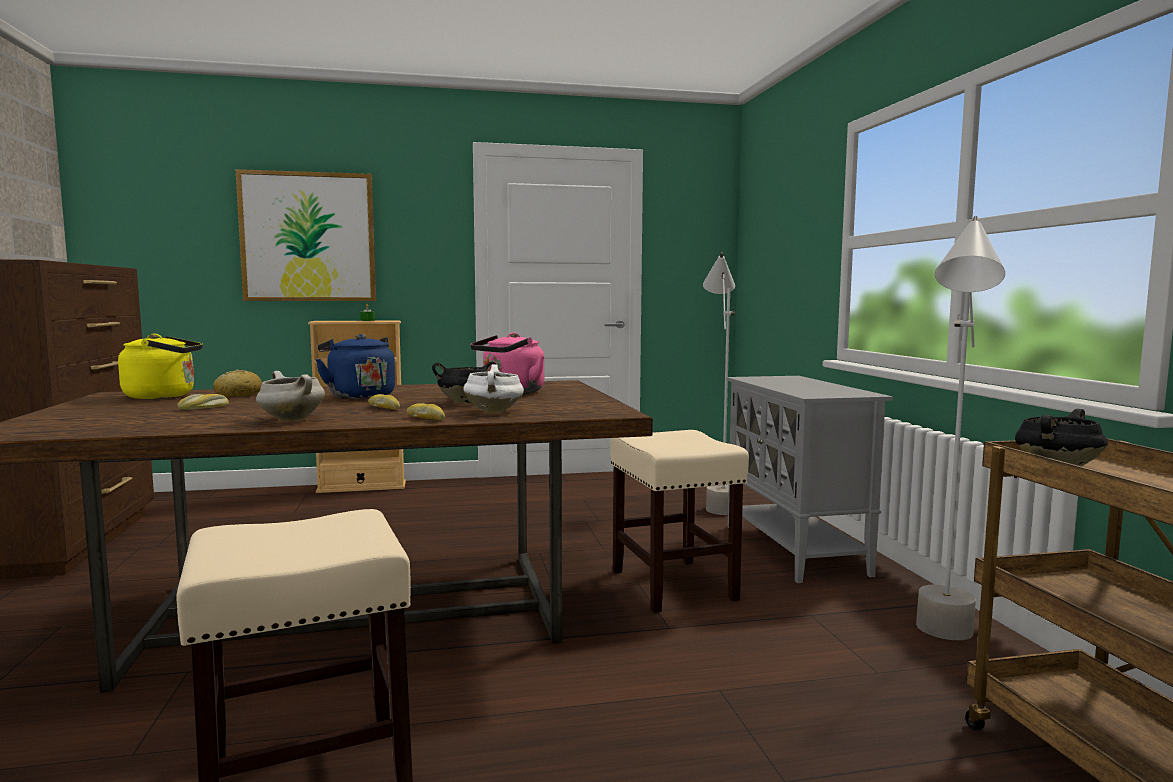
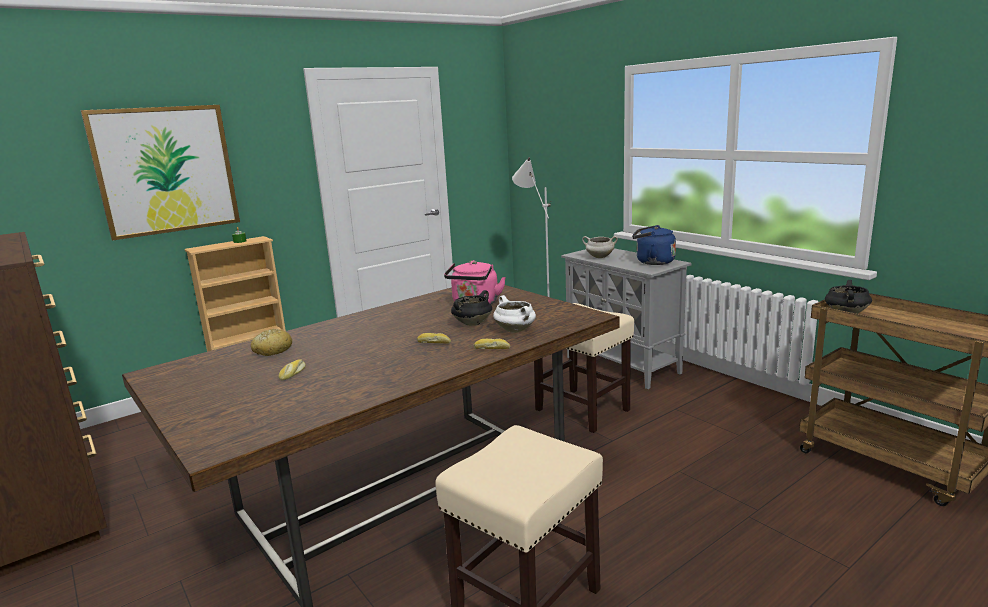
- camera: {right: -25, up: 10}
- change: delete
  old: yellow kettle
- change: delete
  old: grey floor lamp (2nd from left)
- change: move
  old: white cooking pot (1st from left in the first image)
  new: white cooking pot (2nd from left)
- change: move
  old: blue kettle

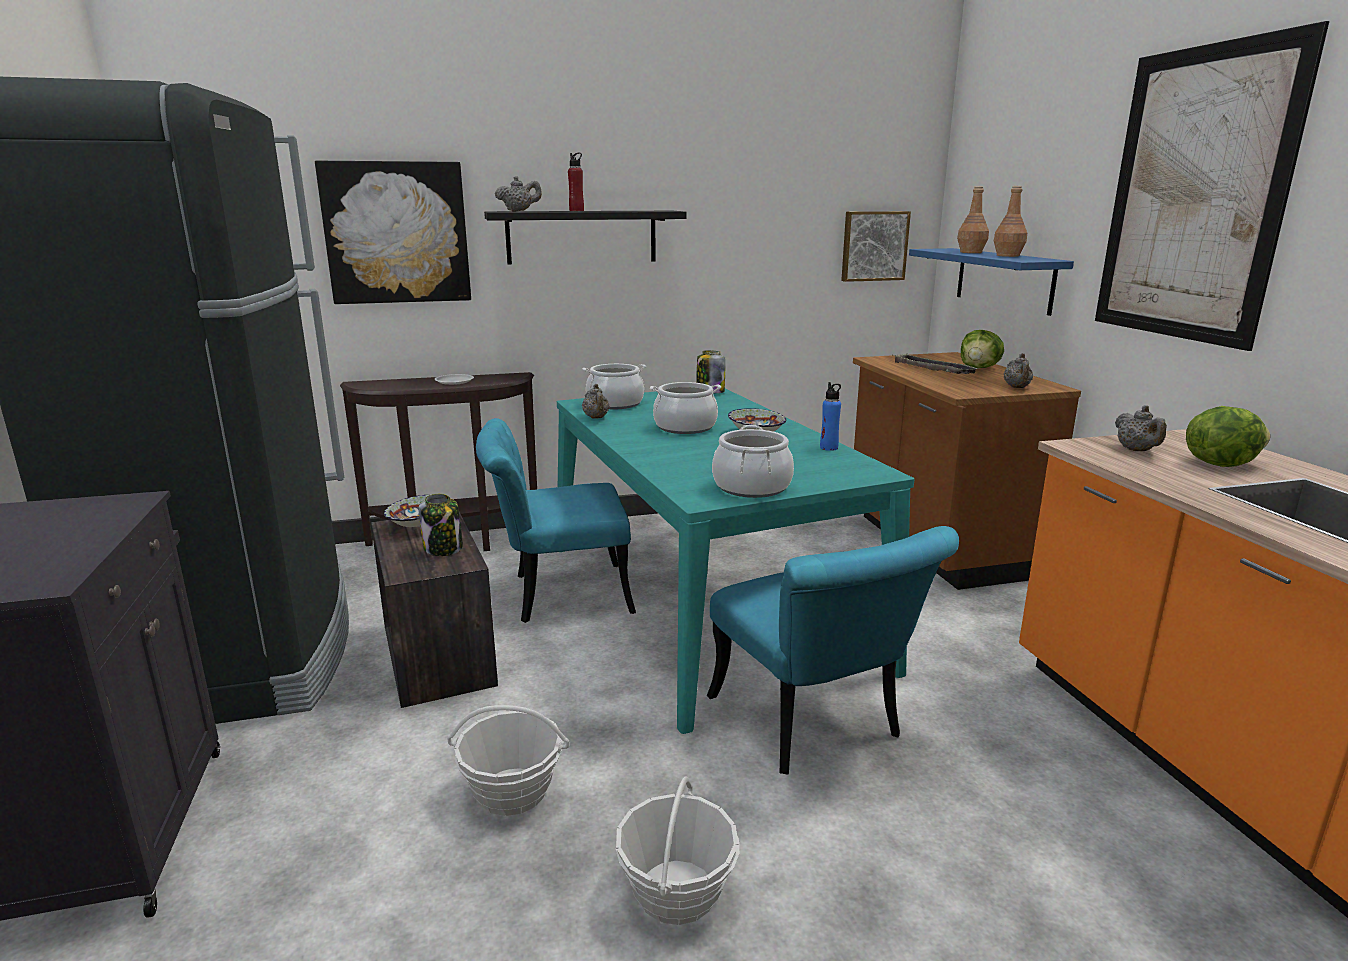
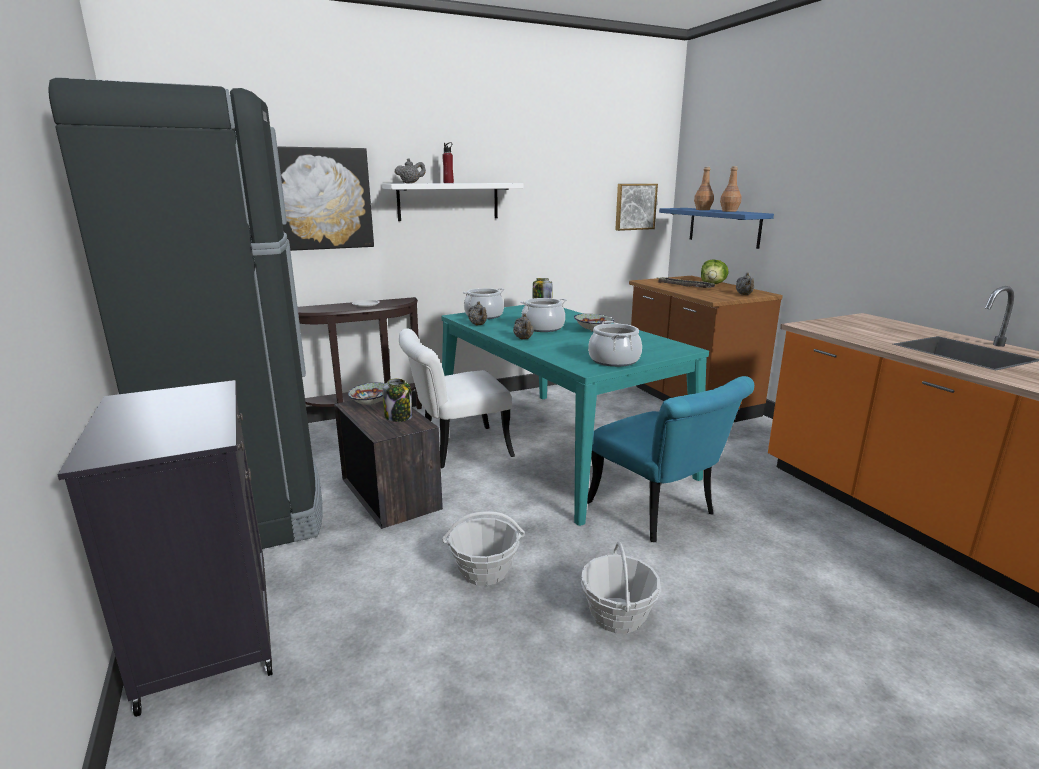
- camera: {right: -10, up: 0}
- change: delete
  old: blue bottle
- change: delete
  old: picture (3rd from left)
- change: delete
  old: lettuce (2nd from left)
- change: move
  old: grey teapot (4th from left in the first image)
  new: grey teapot (3rd from left)
- change: recolor
  old: turquoise chair (1st from left)
  new: white chair
- change: recolor
  old: black shelf
  new: white shelf

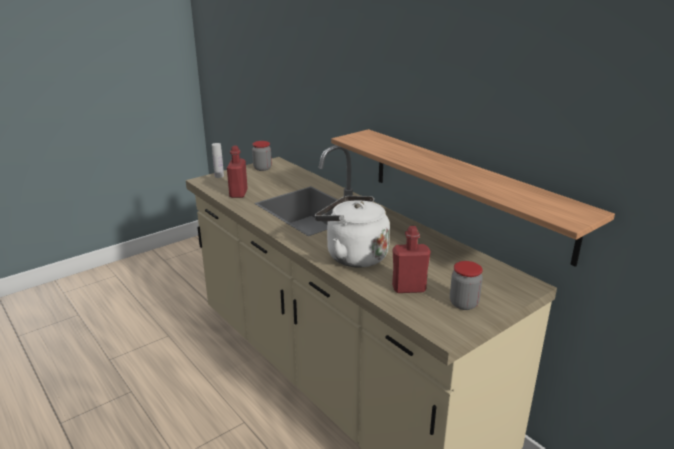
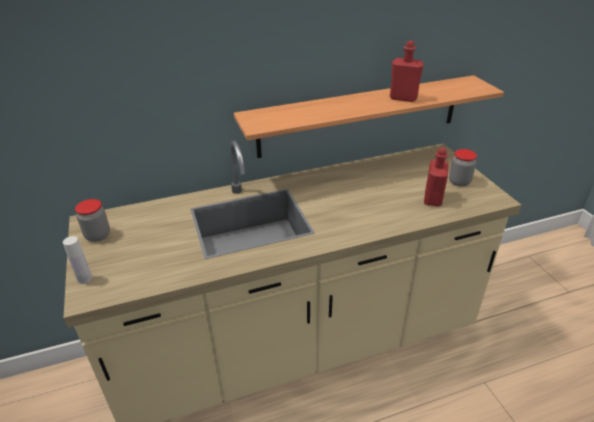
- camera: {right: -70, up: 10}
- change: delete
  old: white kettle
- change: move
  old: red bottle (1st from left)

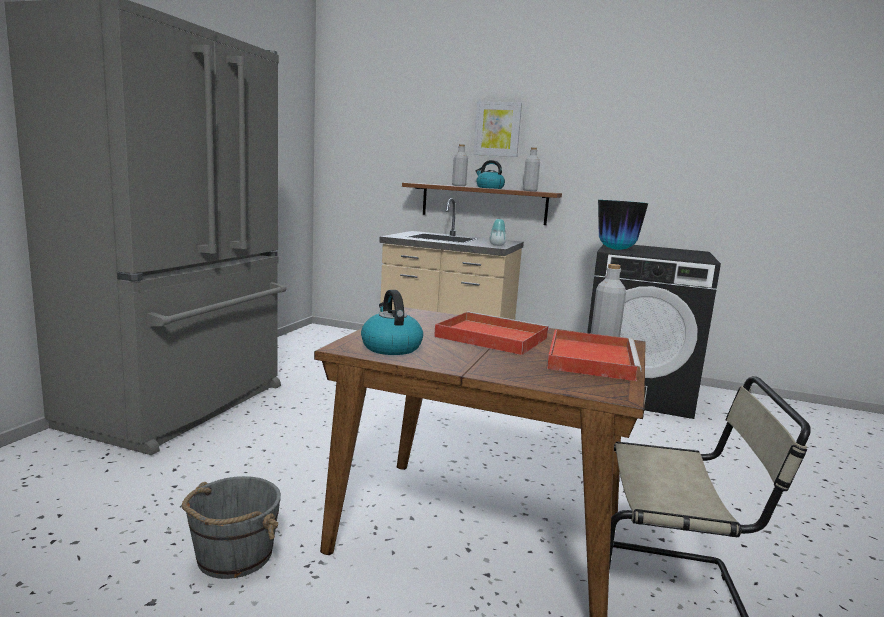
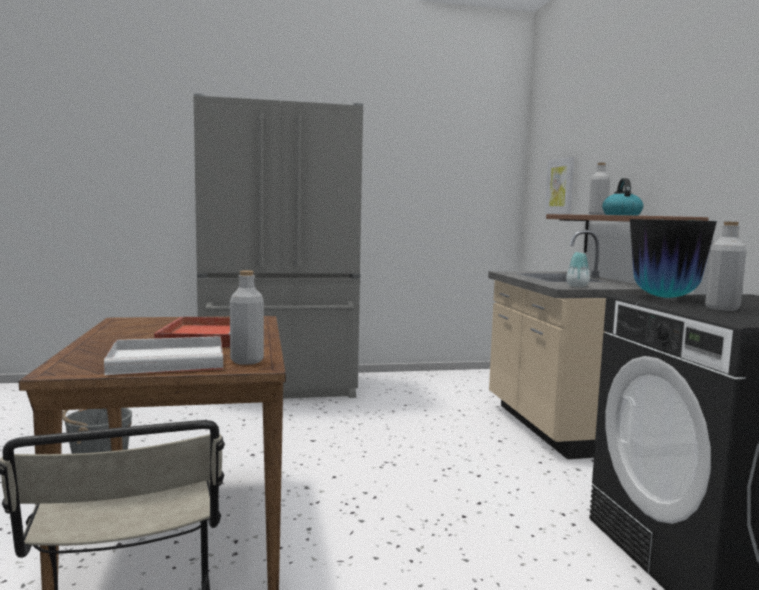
- camera: {right: 60, up: -5}
- change: delete
  old: kettle (1st from left)
- change: move
  old: picture
- change: move
  old: grey bottle (2nd from left in the first image)
  new: grey bottle (3rd from left)
- change: recolor
  old: red tray (2nd from left)
  new: white tray

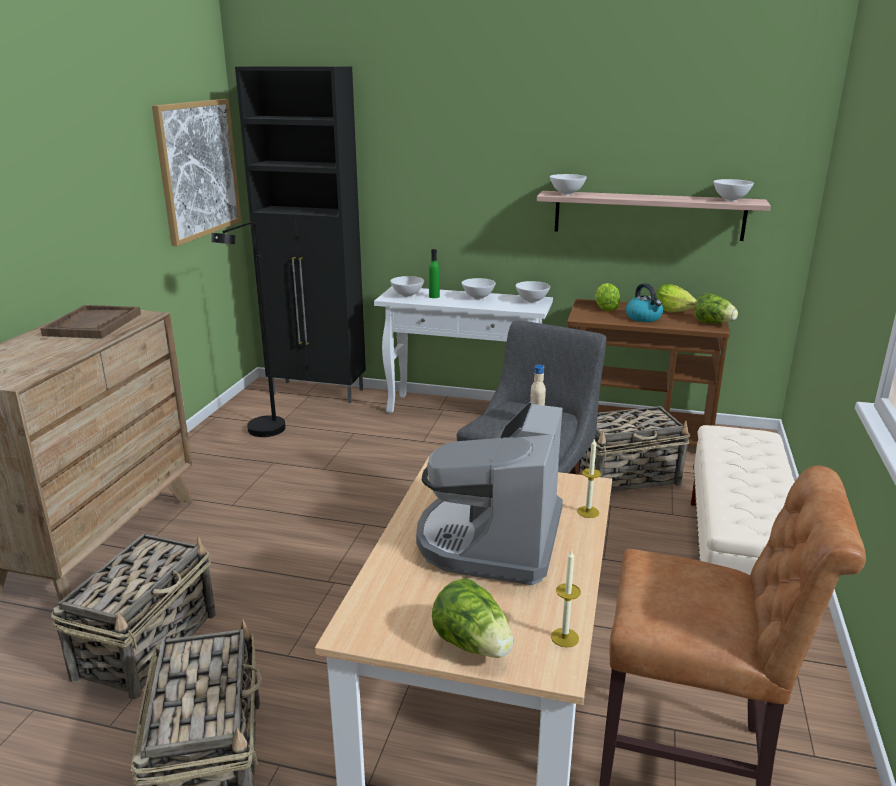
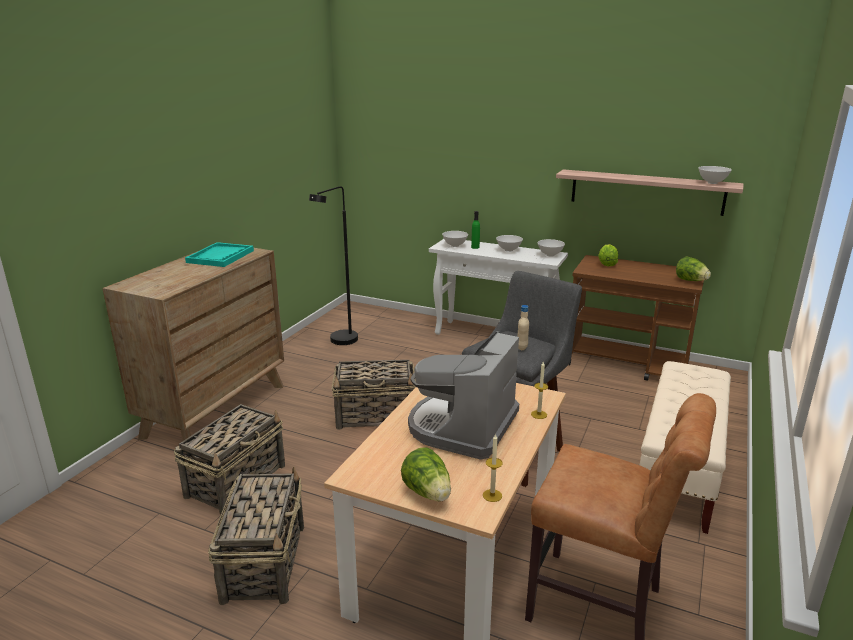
- camera: {right: 10, up: 0}
- change: delete
  old: picture
- change: delete
  old: black cabinet
- change: delete
  old: white bowl (4th from left)
- change: delete
  old: kettle
- change: delete
  old: lettuce (3rd from left)
- change: move
  old: basket (3rd from left)
- change: recolor
  old: brown tray
  new: turquoise tray

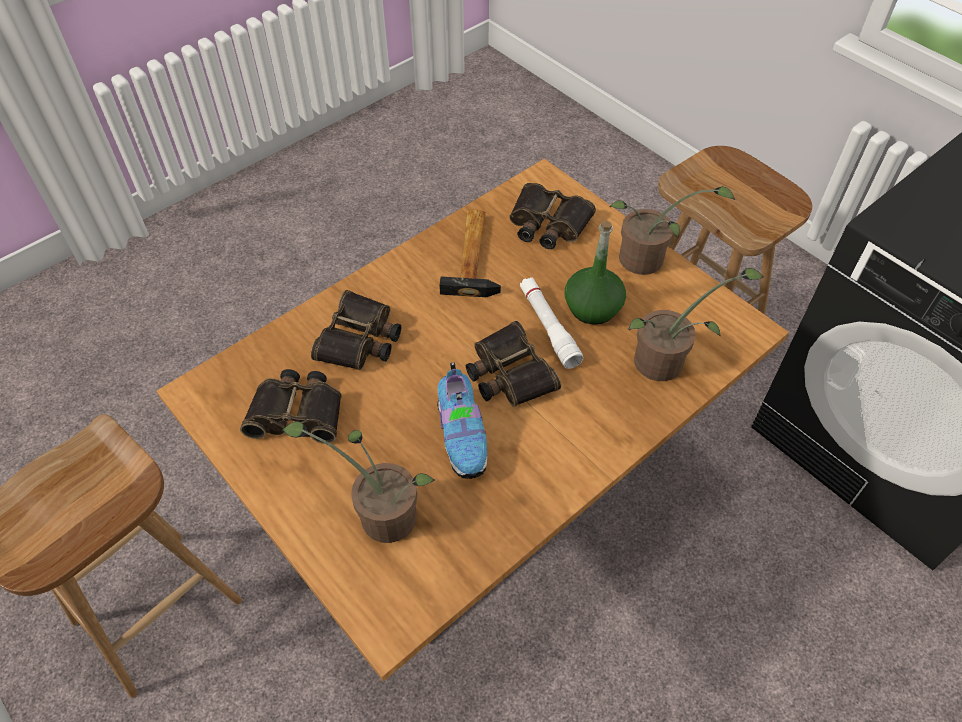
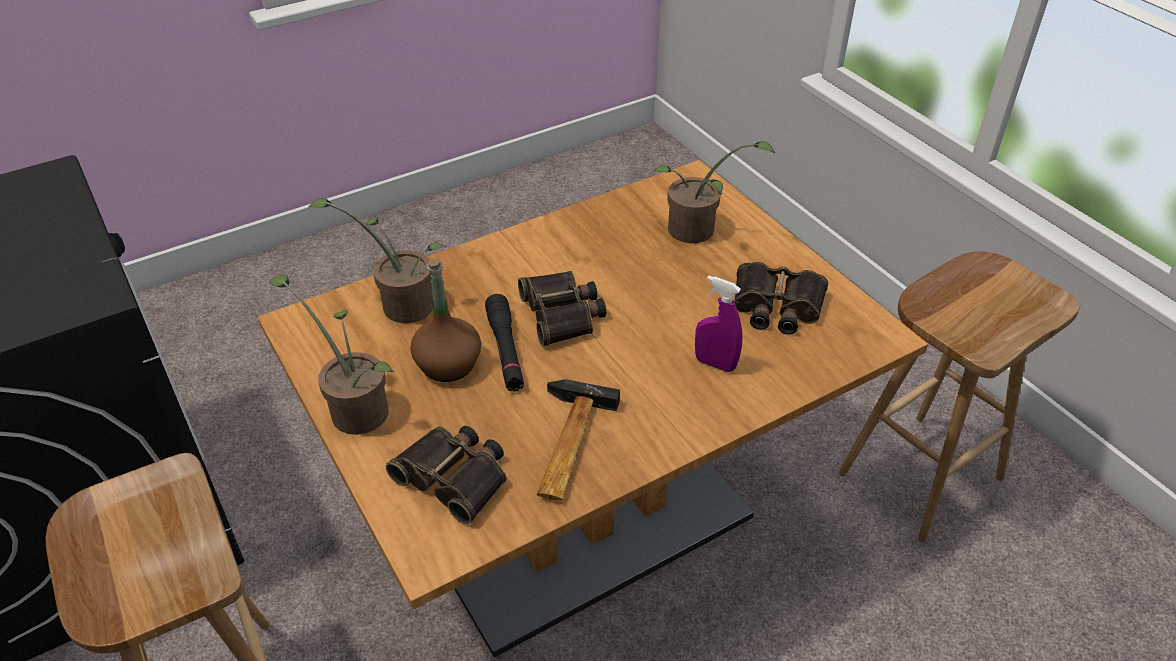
- camera: {right: -170, up: -10}
- change: delete
  old: shoe
- change: replace
  old: binoculars (2nd from left)
  new: purple spray bottle
- change: recolor
  old: white flashlight
  new: black flashlight
- change: recolor
  old: green bottle
  new: brown bottle

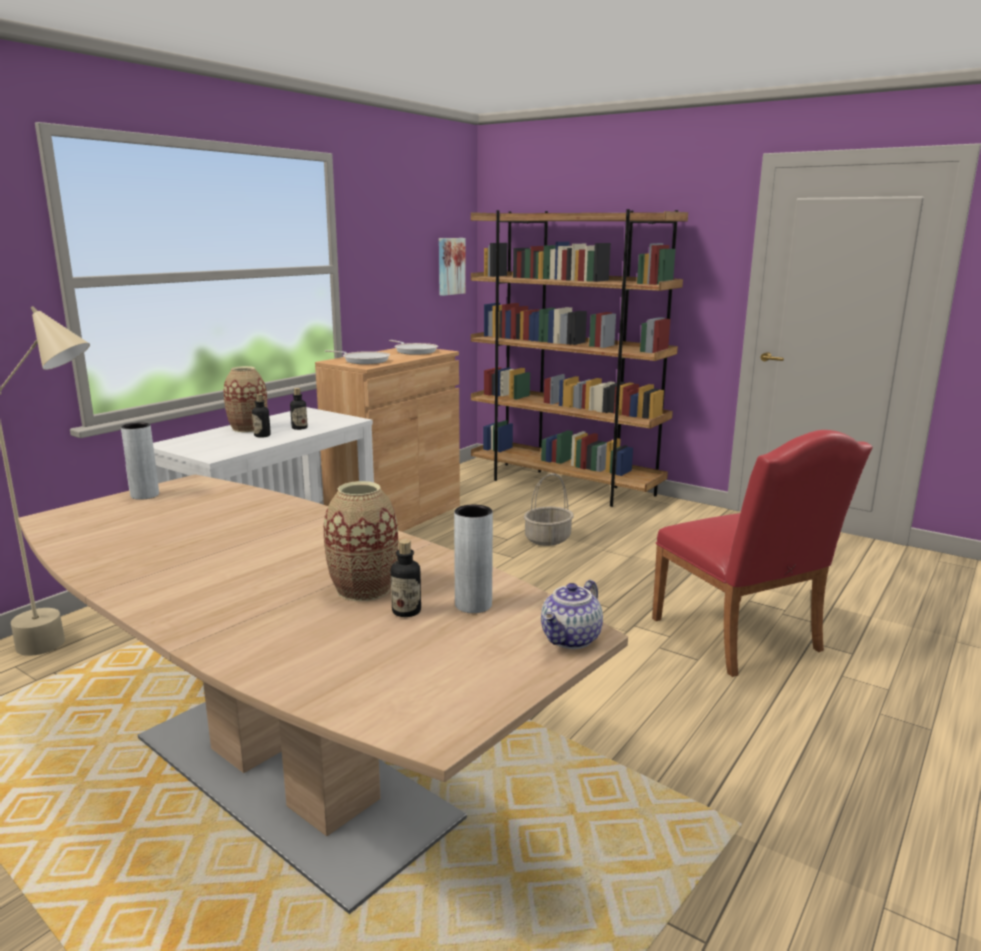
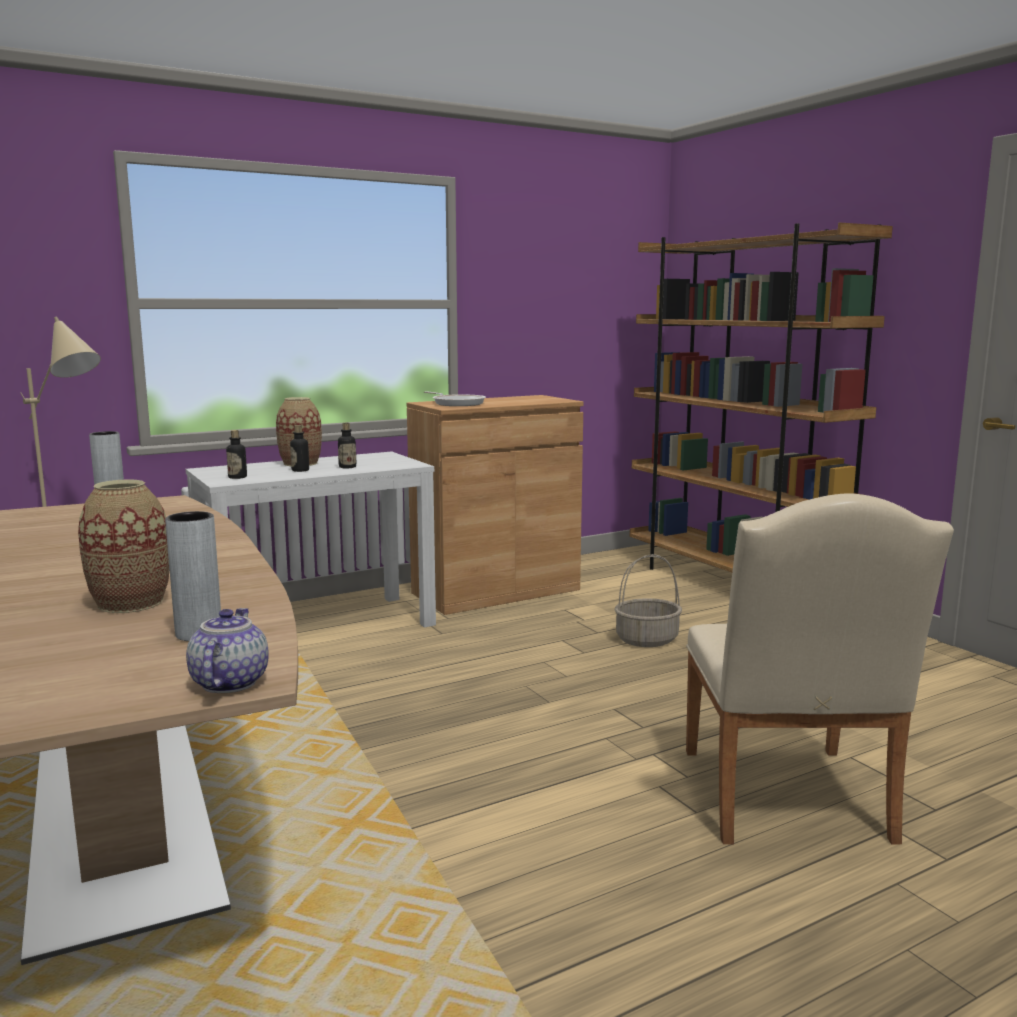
- camera: {right: 25, up: -5}
- change: delete
  old: frying pan (2nd from left)
- change: delete
  old: picture
- change: move
  old: bottle (3rd from left in the first image)
  new: bottle (1st from left)
- change: recolor
  old: red chair
  new: beige chair
- change: rotate
  old: teapot
  degrees: 120

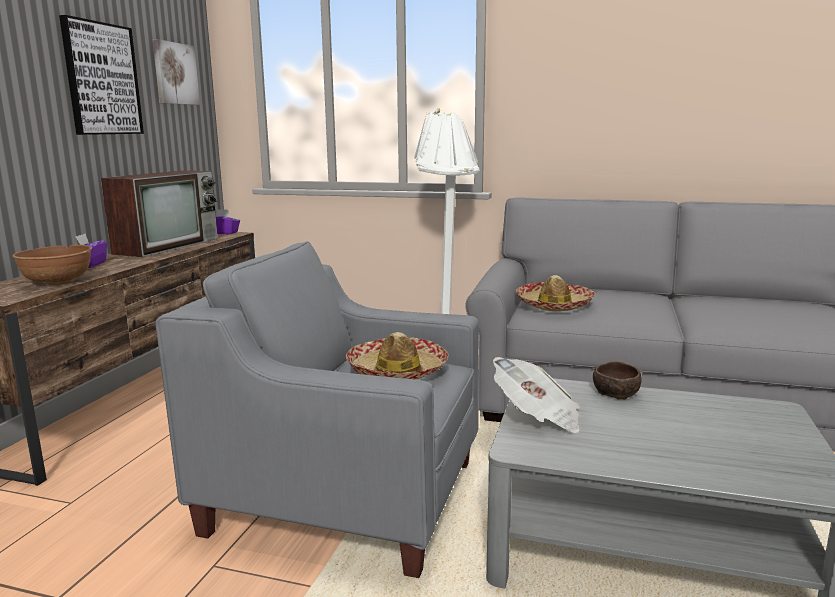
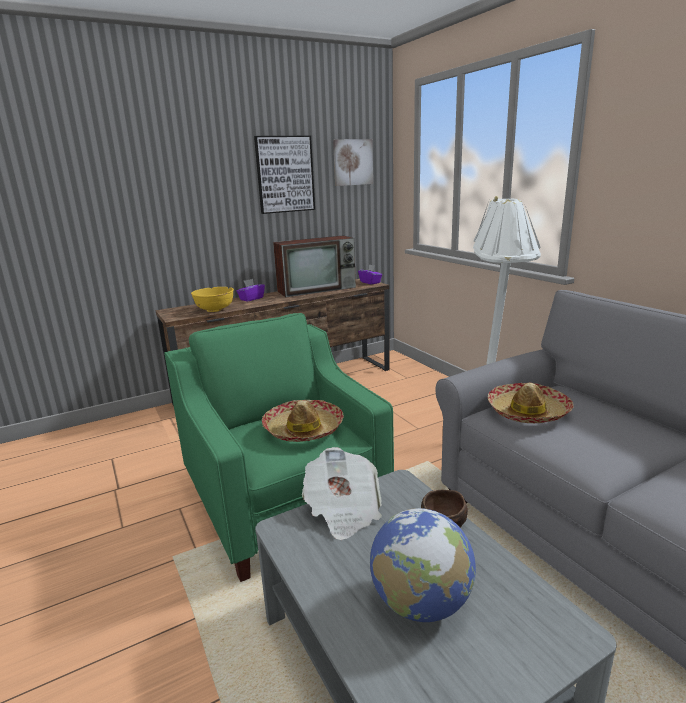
- camera: {right: 45, up: 5}
- change: insert
  new: globe
- change: recolor
  old: brown bowl (1st from left)
  new: yellow bowl
- change: recolor
  old: grey armchair
  new: green armchair

